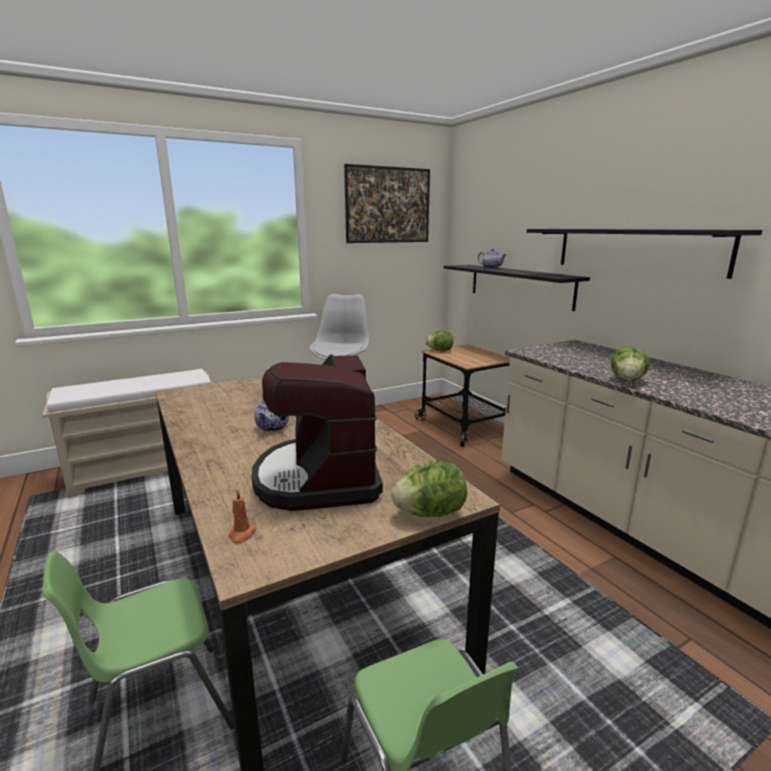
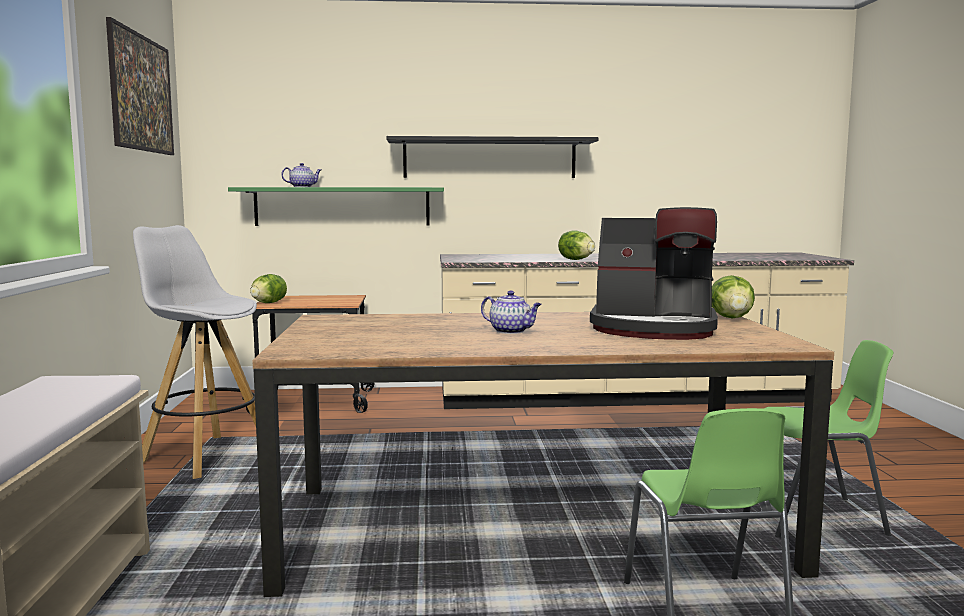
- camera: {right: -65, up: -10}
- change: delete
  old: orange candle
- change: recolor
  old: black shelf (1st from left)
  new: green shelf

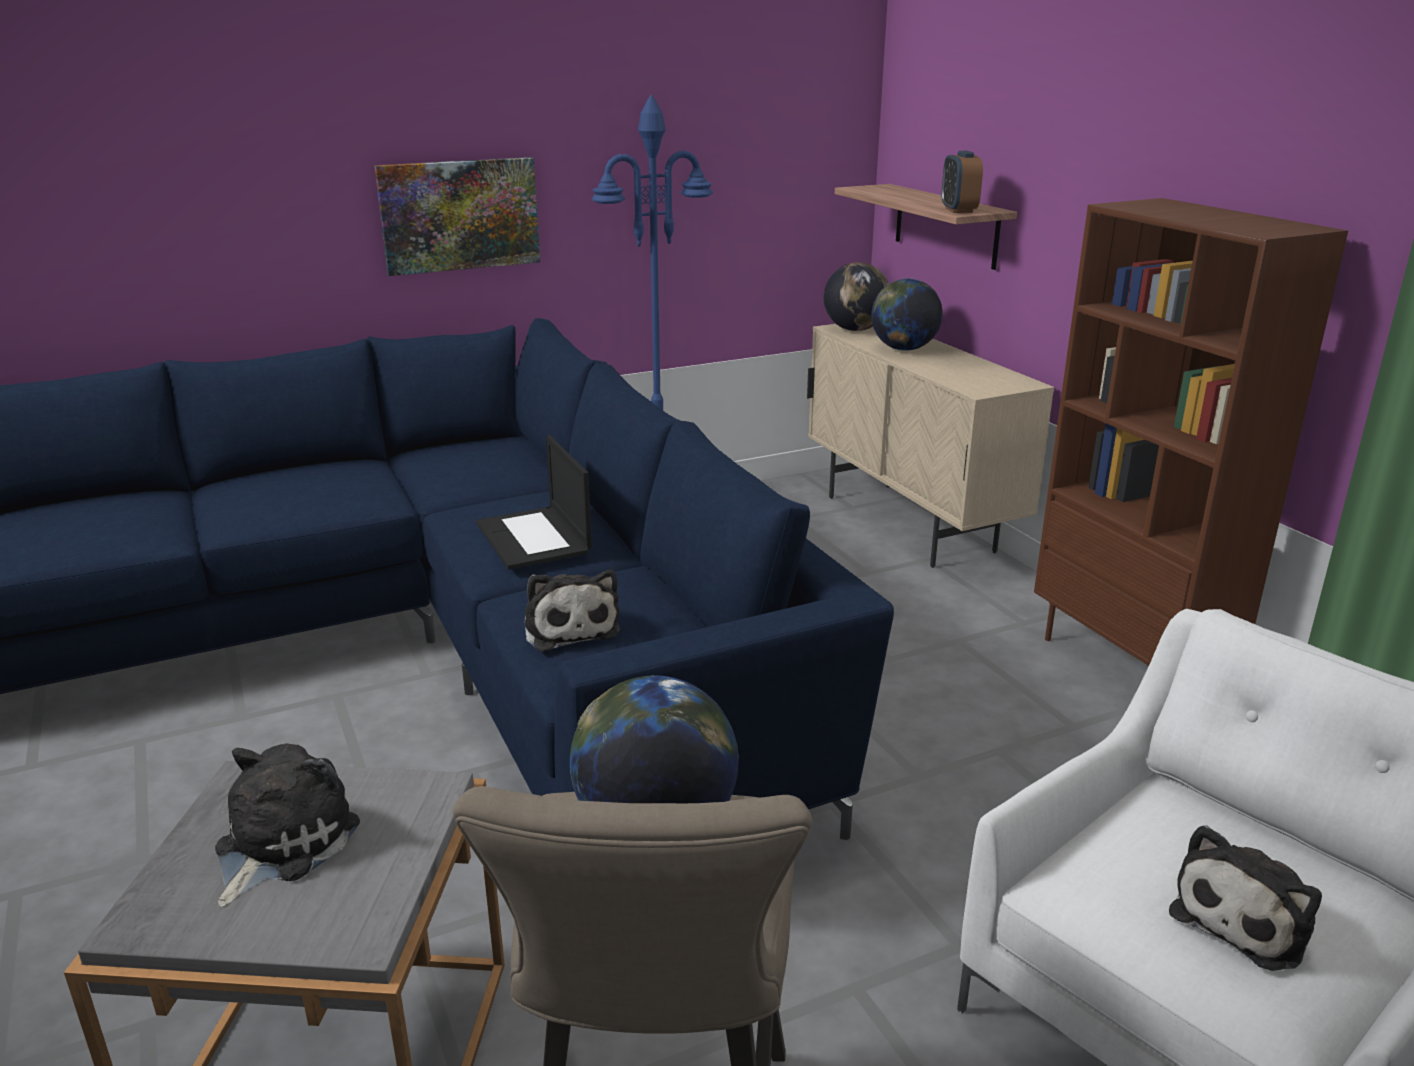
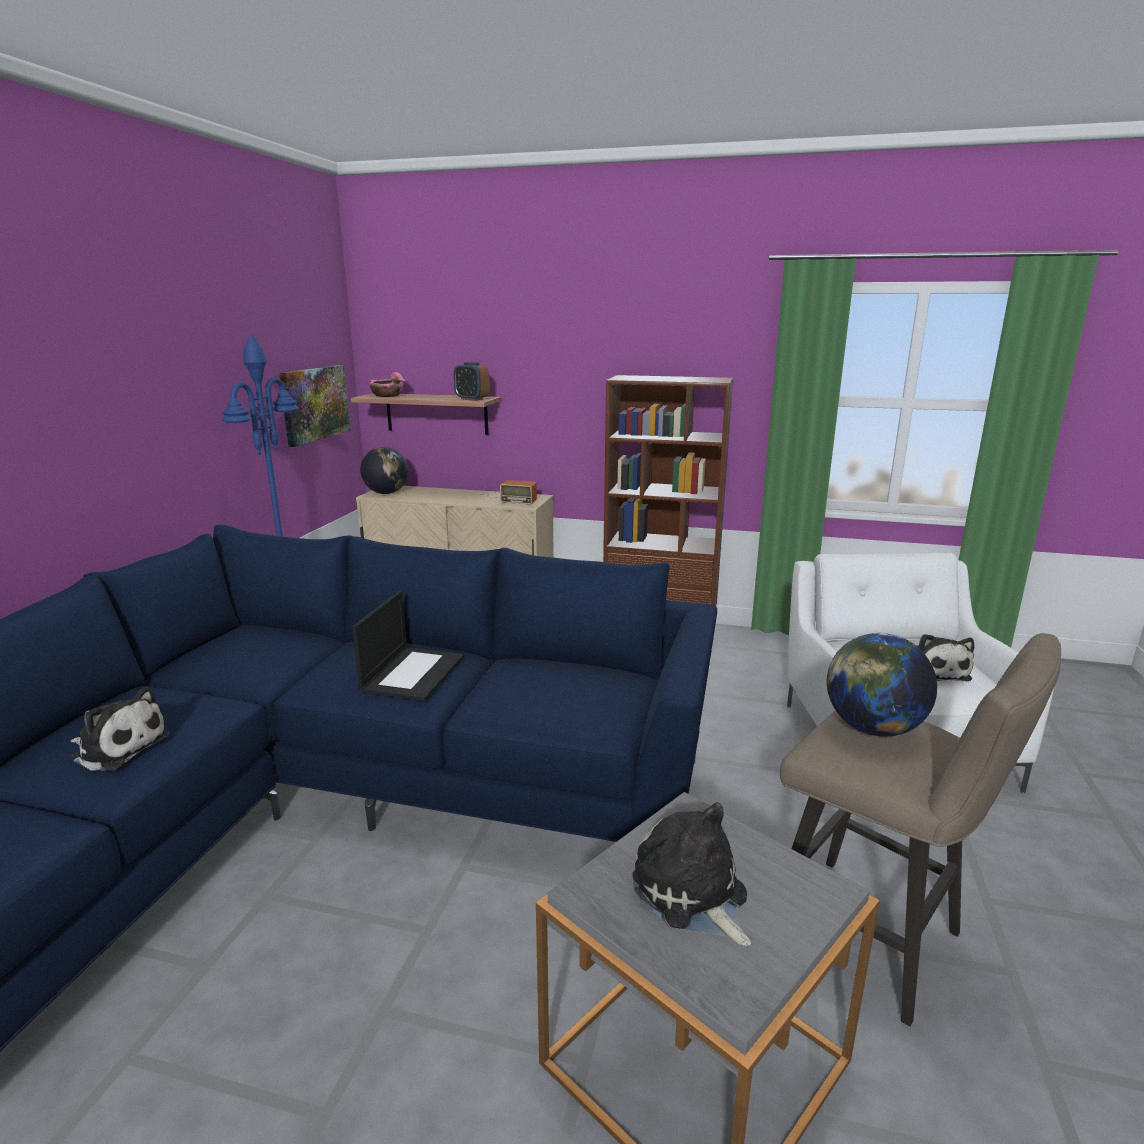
- camera: {right: -50, up: -5}
- change: delete
  old: globe (3rd from left)
- change: insert
  new: pink bowl
- change: insert
  new: radio
- change: move
  old: picture
- change: move
  old: plush toy (2nd from left in the first image)
  new: plush toy (1st from left)
- change: rotate
  old: laptop
  degrees: -90

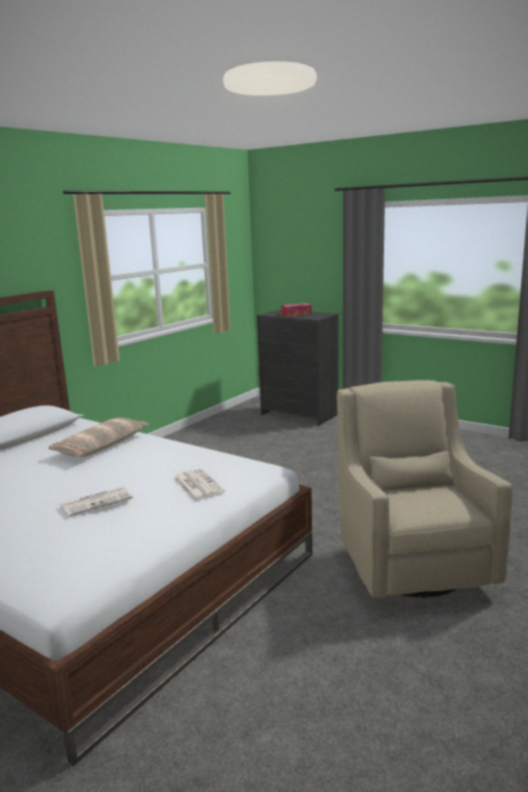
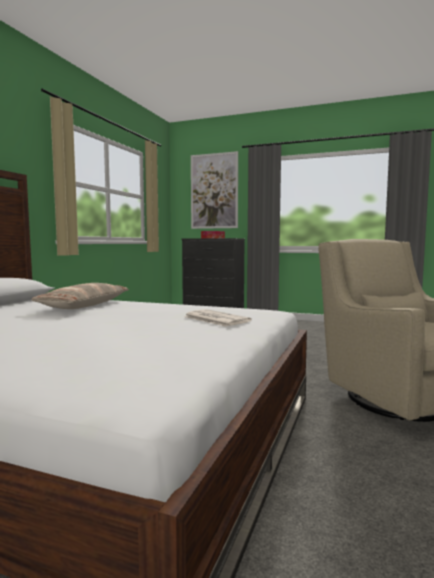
- camera: {right: -15, up: -10}
- change: delete
  old: newspaper (1st from left)
- change: insert
  new: picture

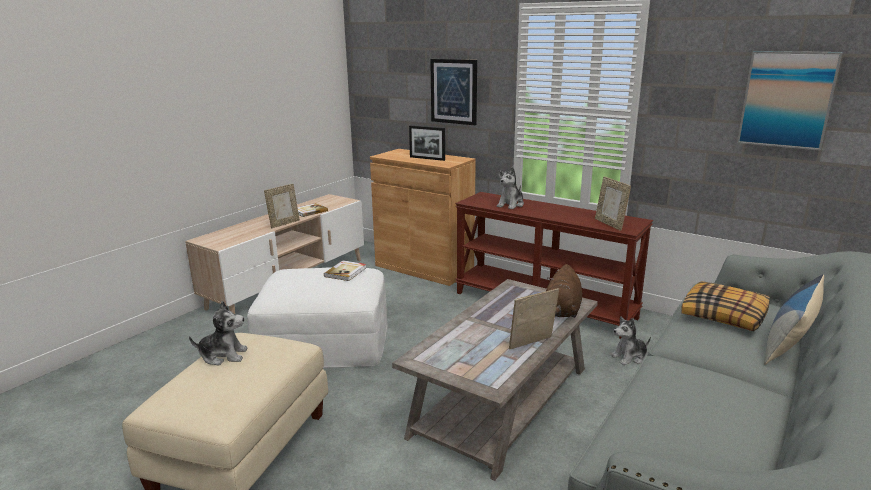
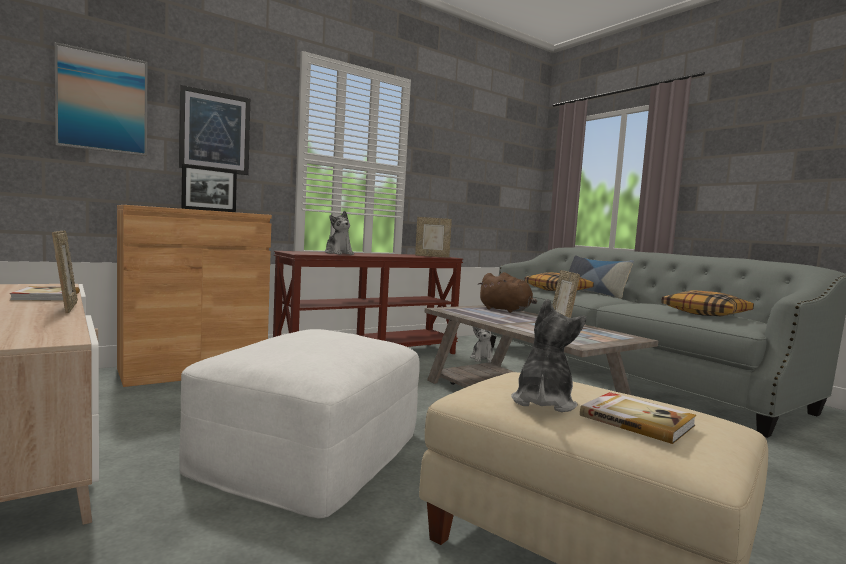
- camera: {right: -70, up: -15}
- change: insert
  new: pillow (3rd from left)
- change: move
  old: book (2nd from left)
- change: move
  old: picture (2nd from left in the first image)
  new: picture (1st from left)

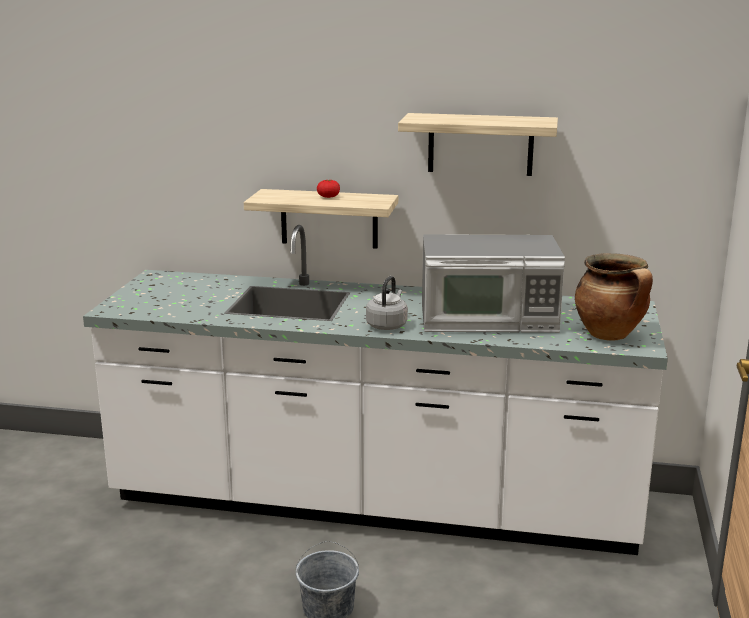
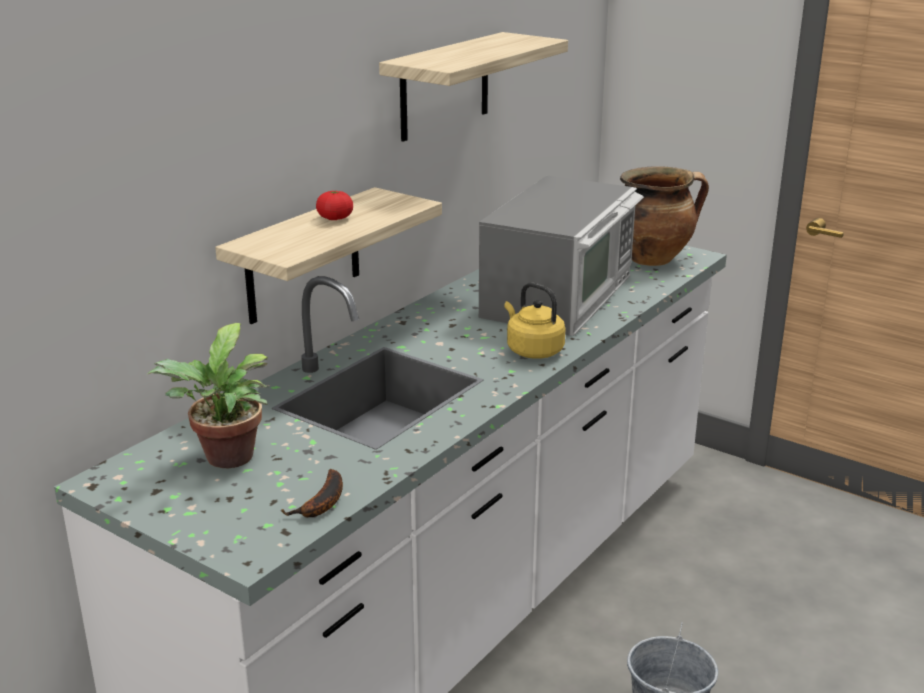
- camera: {right: -65, up: 5}
- change: insert
  new: potted plant
- change: insert
  new: banana
- change: recolor
  old: grey kettle
  new: yellow kettle

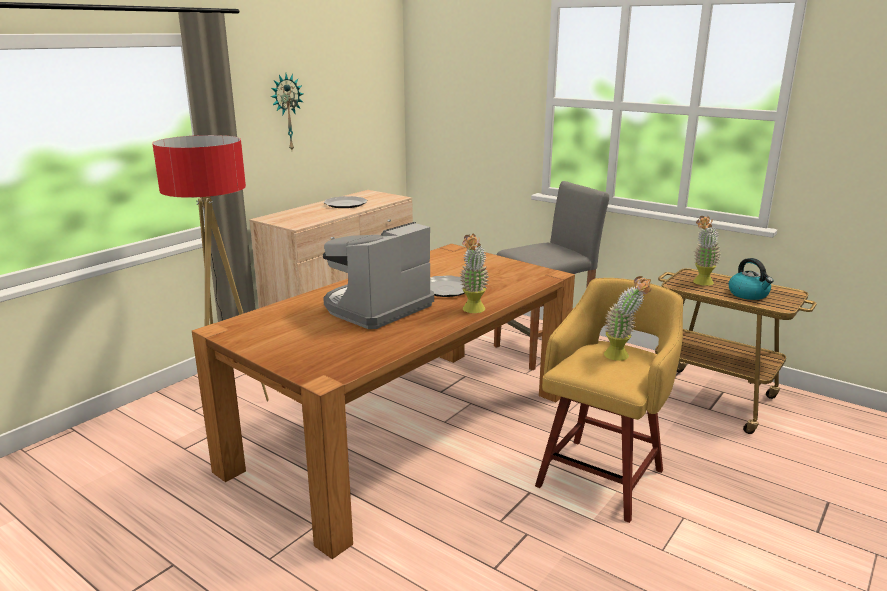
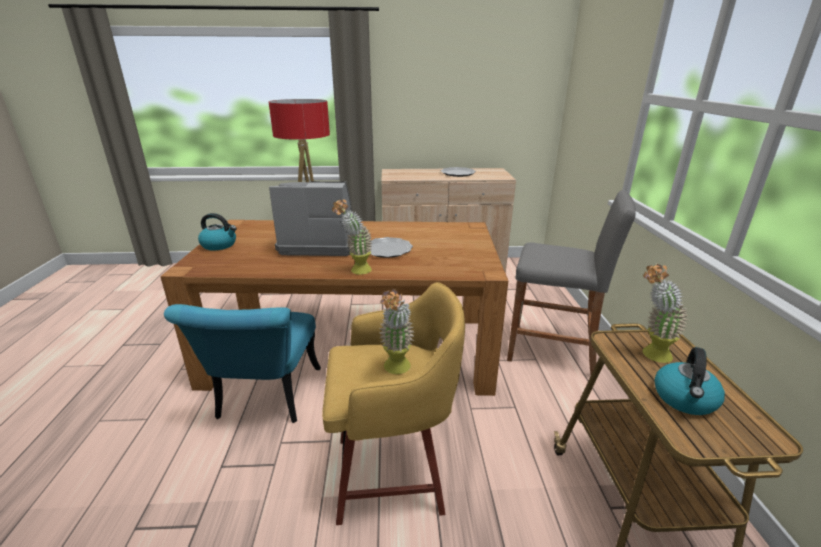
- camera: {right: 50, up: 5}
- change: delete
  old: wall clock
- change: insert
  new: turquoise chair
- change: insert
  new: kettle (1st from left)

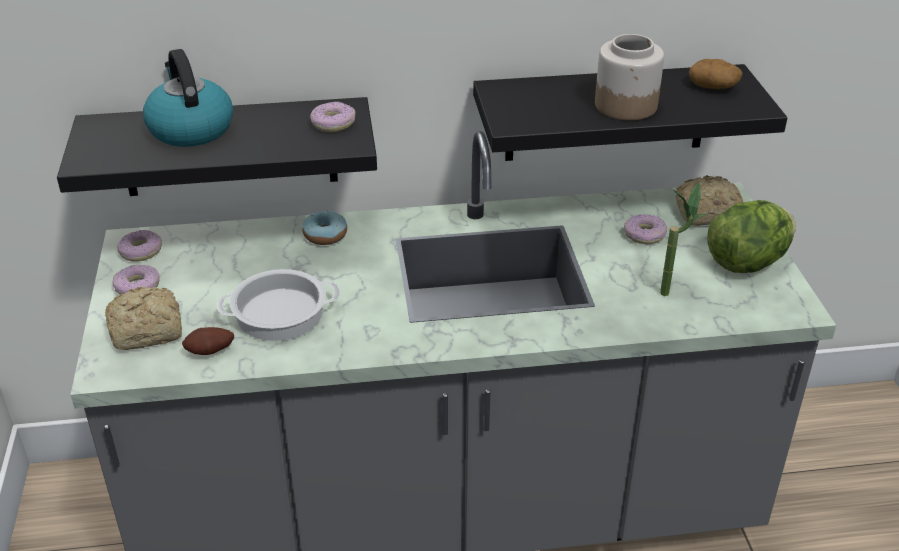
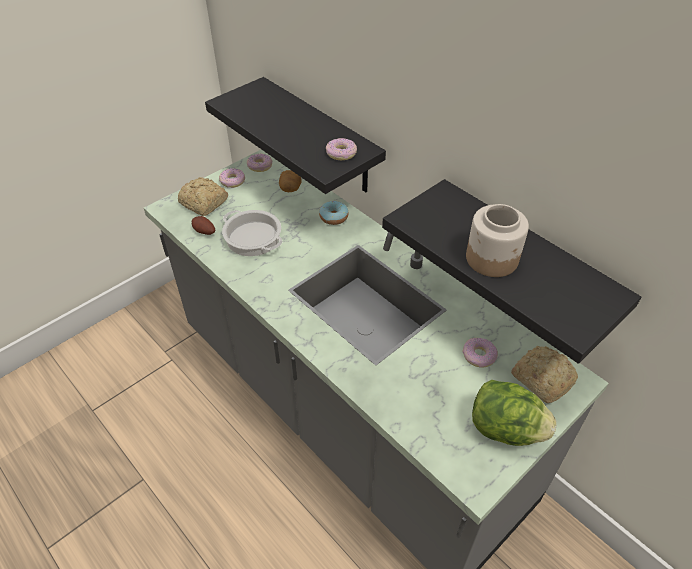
- camera: {right: 55, up: 10}
- change: delete
  old: kettle
- change: delete
  old: potted plant
- change: move
  old: potato (2nd from left)

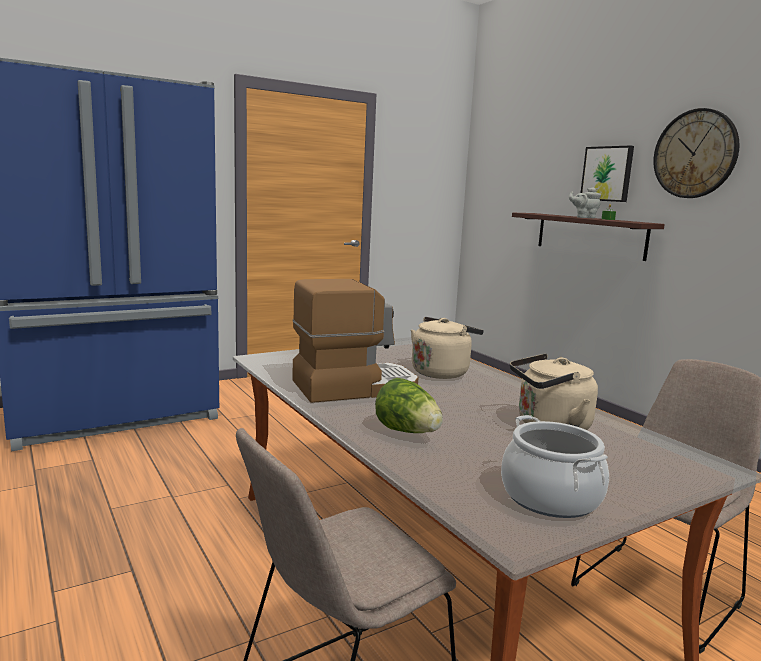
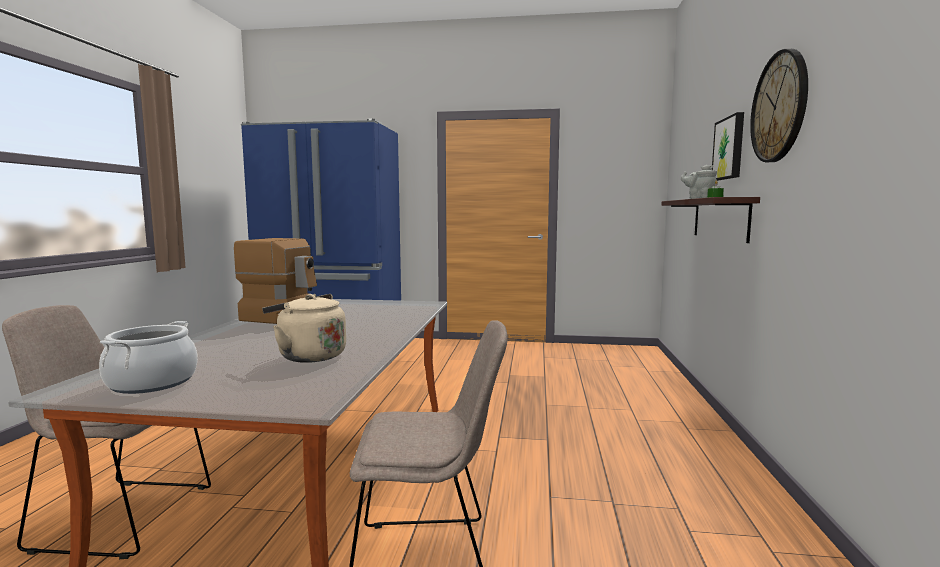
- camera: {right: 40, up: -5}
- change: delete
  old: lettuce
- change: delete
  old: beige kettle (1st from left)

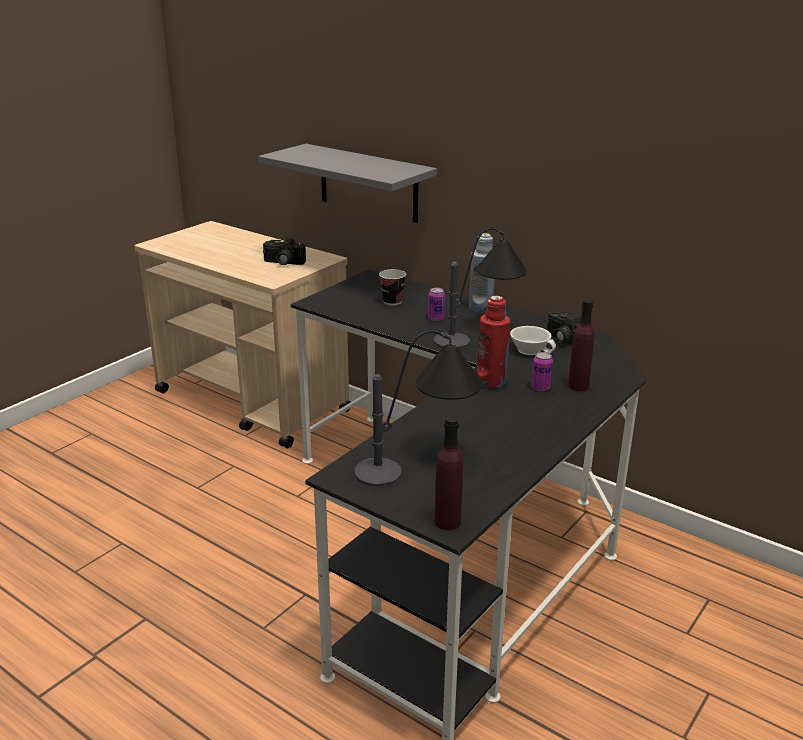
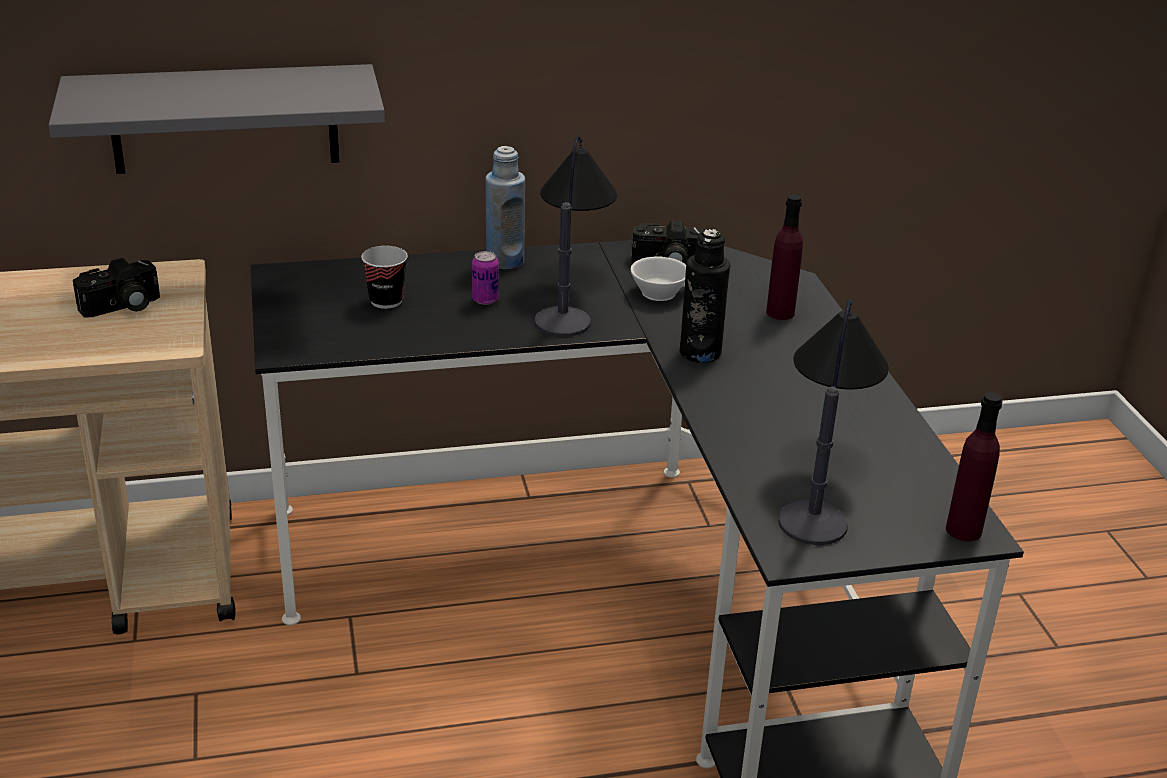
- camera: {right: -50, up: 5}
- change: delete
  old: can (2nd from left)
- change: recolor
  old: red bottle
  new: black bottle

